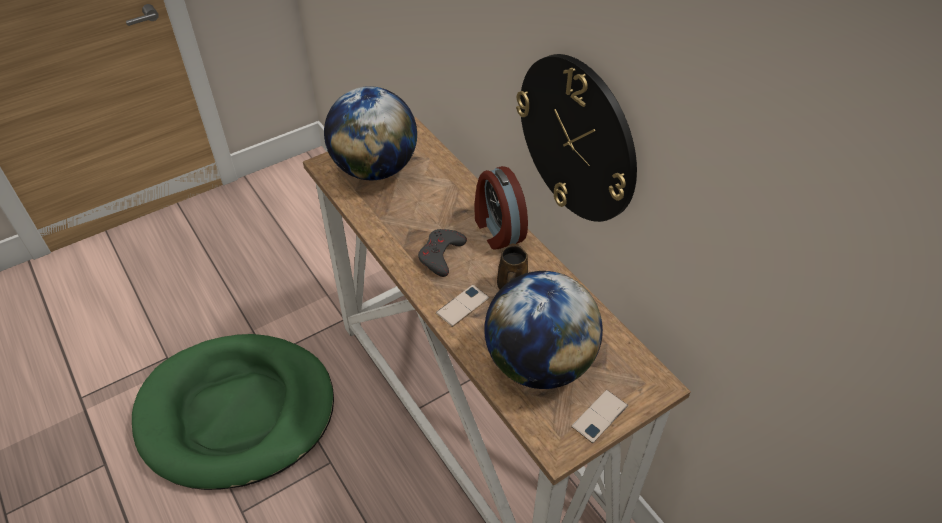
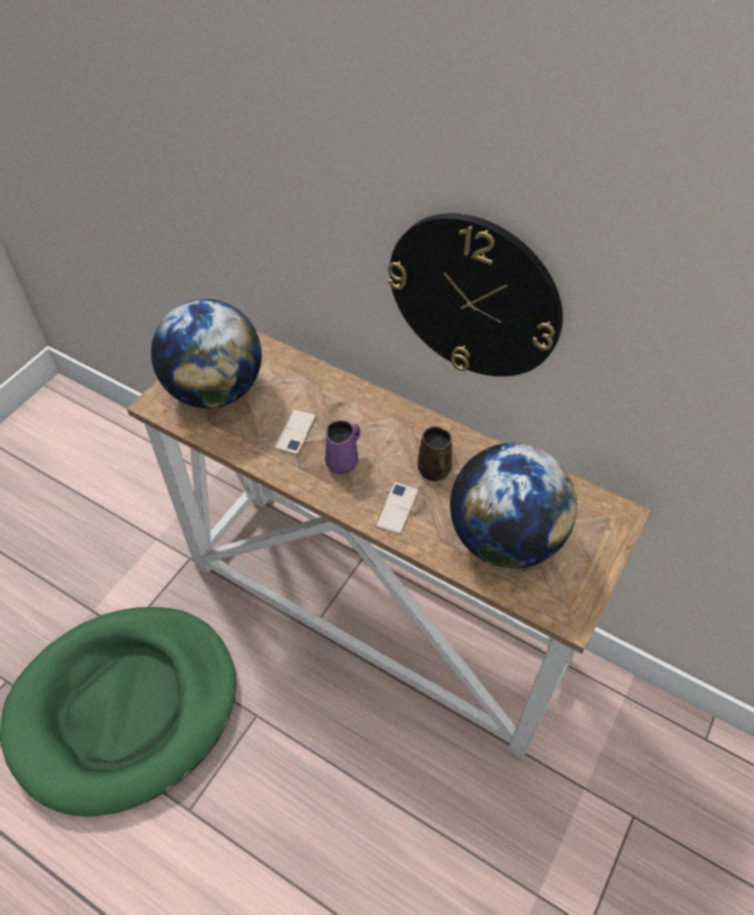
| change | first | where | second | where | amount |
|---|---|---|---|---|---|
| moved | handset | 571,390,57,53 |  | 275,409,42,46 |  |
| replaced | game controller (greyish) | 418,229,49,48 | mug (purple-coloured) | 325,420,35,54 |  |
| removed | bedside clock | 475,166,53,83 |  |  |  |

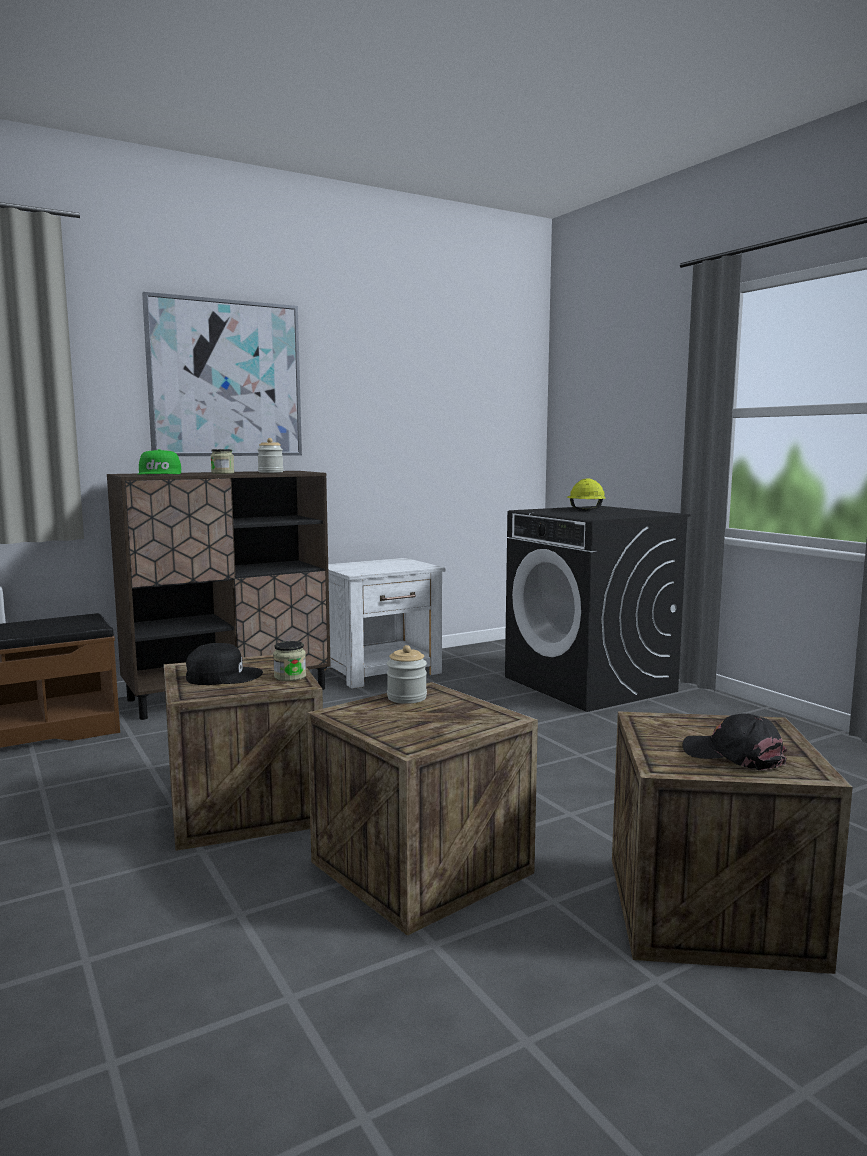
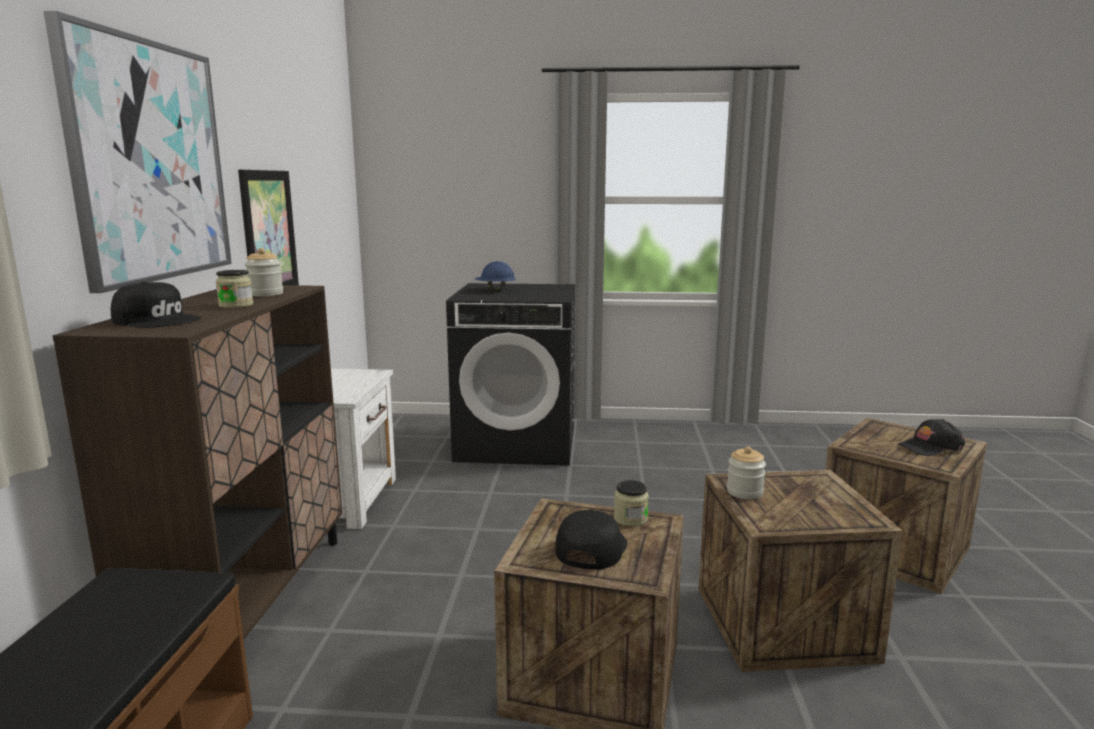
| change | first | where | second | where | amount |
|---|---|---|---|---|---|
| recoloured | baseball cap (green-coloured) | 138,449,43,26 | baseball cap (blackish) | 111,282,90,46 |  |
| added |  |  | wall art | 238,170,61,115 |  |
| recoloured | hard hat (yellowish) | 567,478,39,32 | hard hat (blue) | 475,261,41,30 |  |

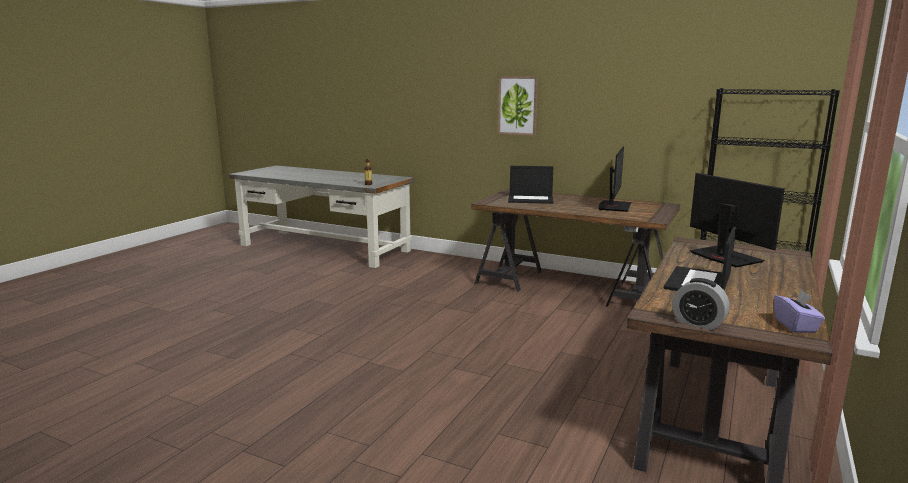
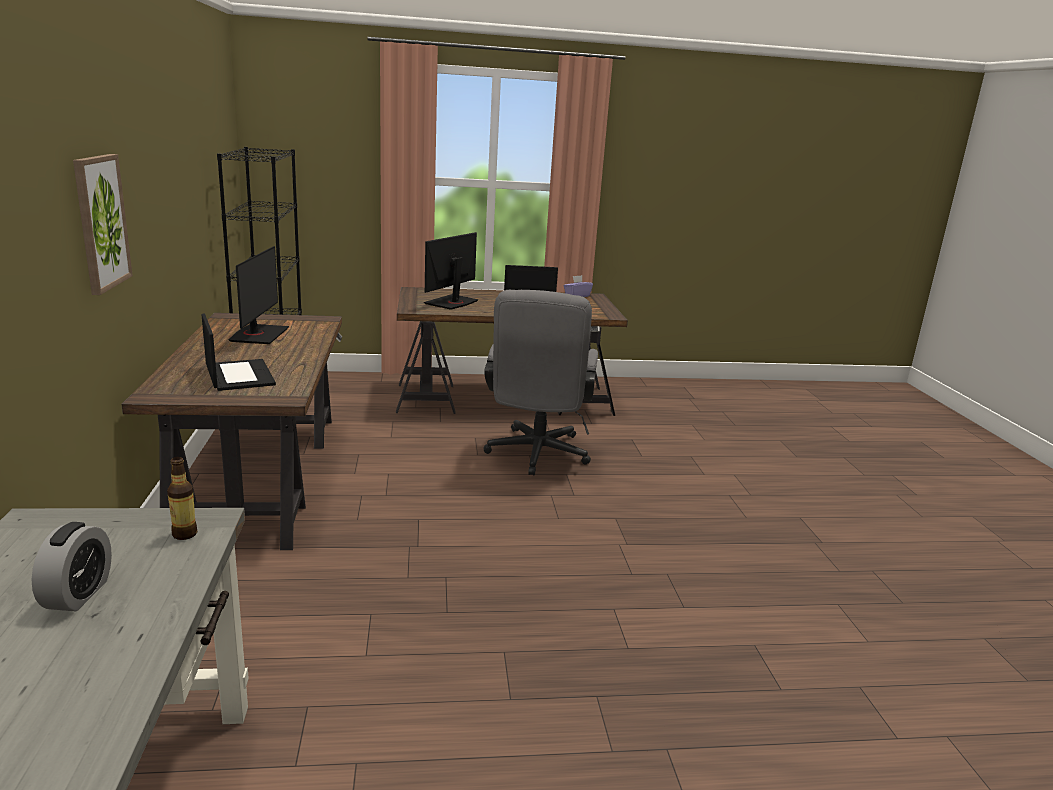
| change | first | where | second | where | amount |
|---|---|---|---|---|---|
| moved | bedside clock | 672,278,58,52 |  | 32,522,80,89 |  |
| turned | monitor | 598,146,33,66 |  | 229,246,60,98 | 105 degrees clockwise |
| added |  |  | office chair (greyish) | 483,290,115,185 |  |

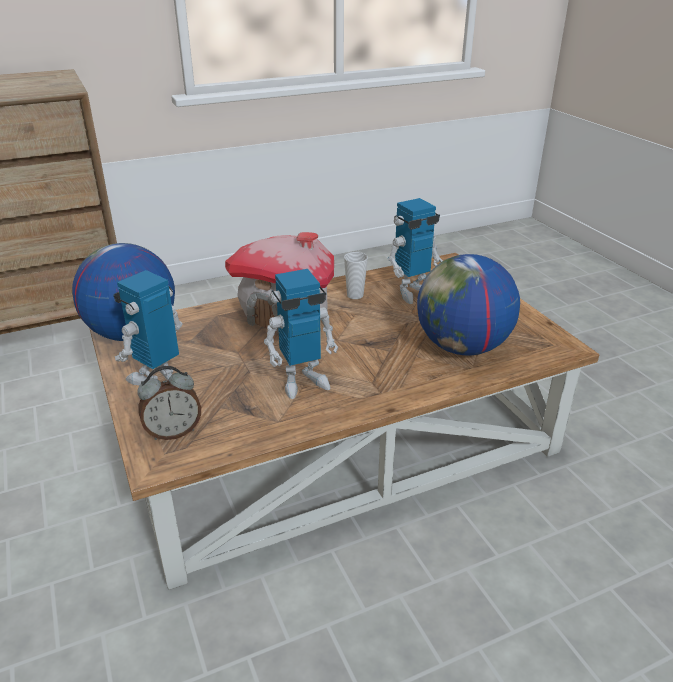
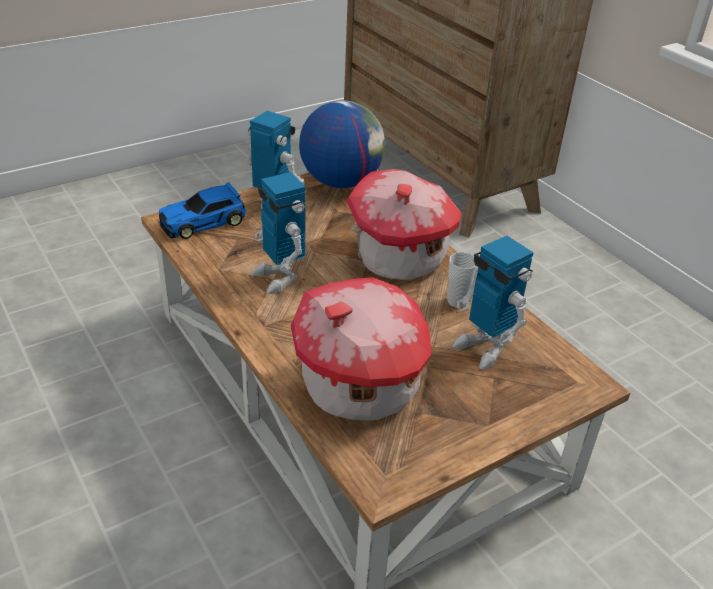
| change | first | where | second | where | amount |
|---|---|---|---|---|---|
| replaced | bedside clock | 137,366,64,74 | miniature car | 159,182,87,57 |  |
| replaced | globe | 417,254,103,101 | miniature house | 291,277,141,143 |  |

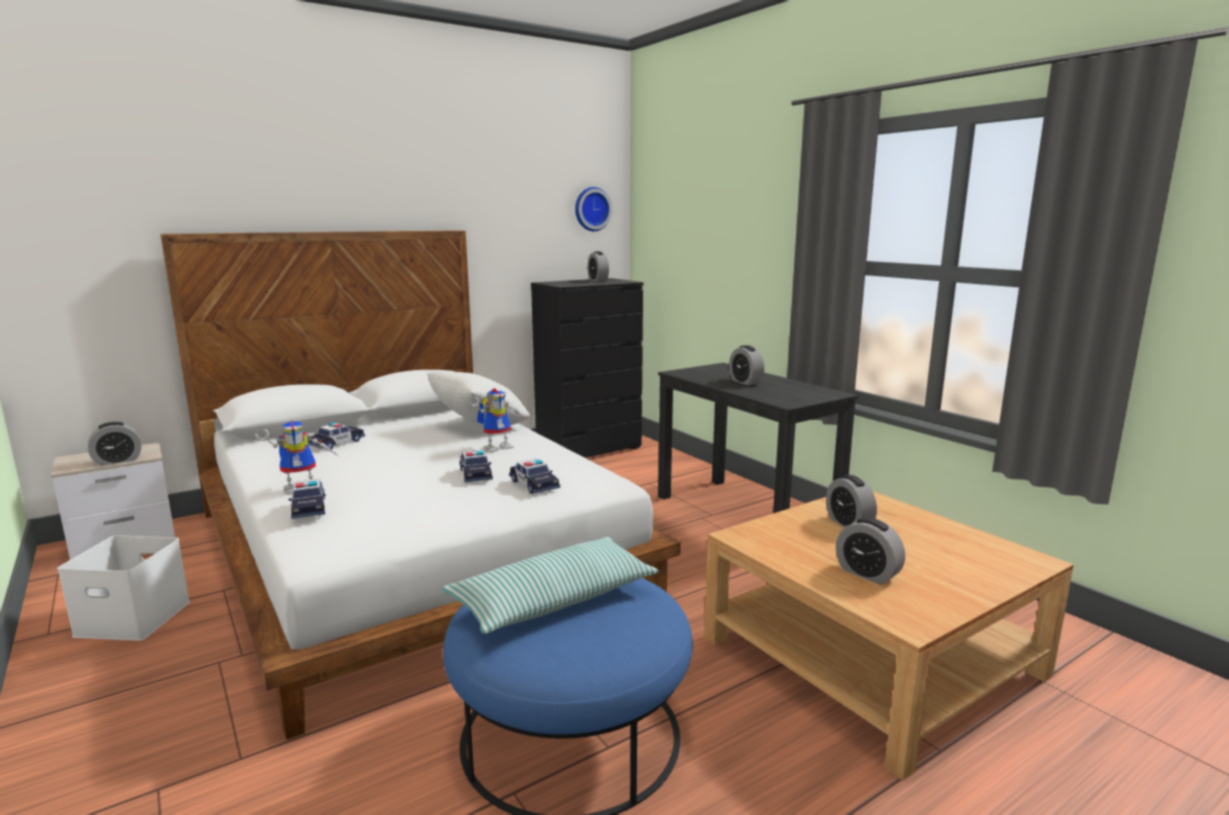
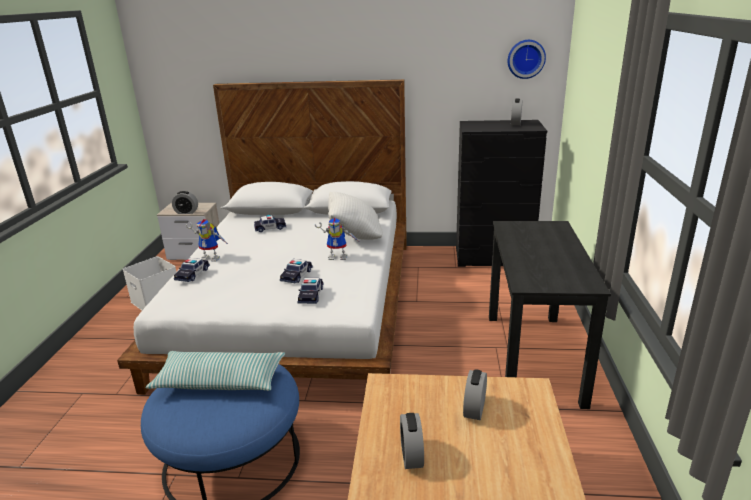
| change | first | where | second | where | amount |
|---|---|---|---|---|---|
| removed | bedside clock | 729,345,35,40 |  |  |  |

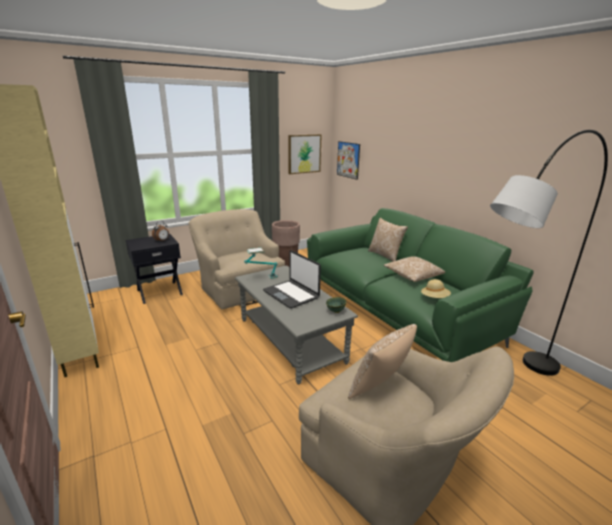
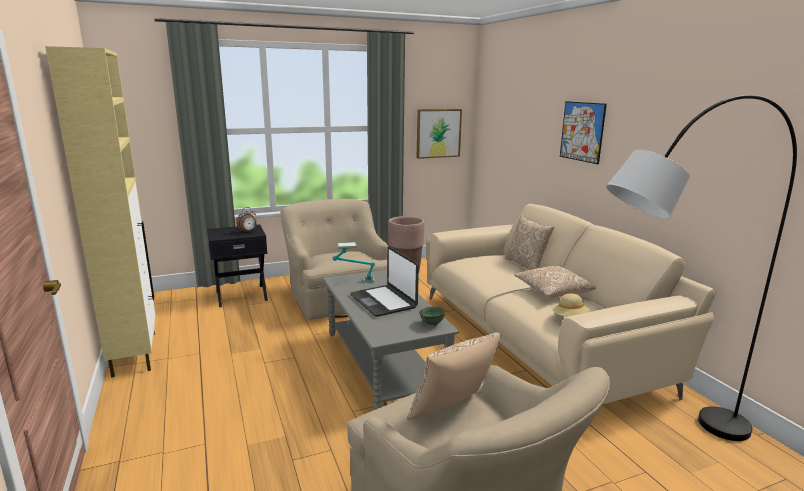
| change | first | where | second | where | amount |
|---|---|---|---|---|---|
| recoloured | sofa (green-coloured) | 307,208,226,154 | sofa (beige-coloured) | 426,204,290,201 |  |
| moved | wall art | 337,141,23,39 |  | 560,101,47,63 |  |

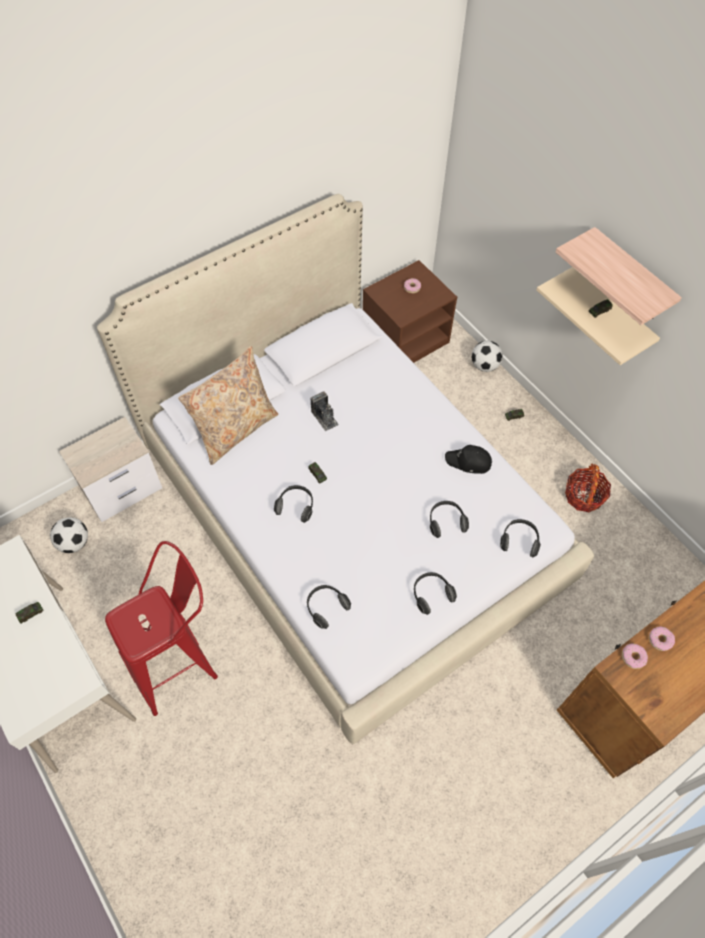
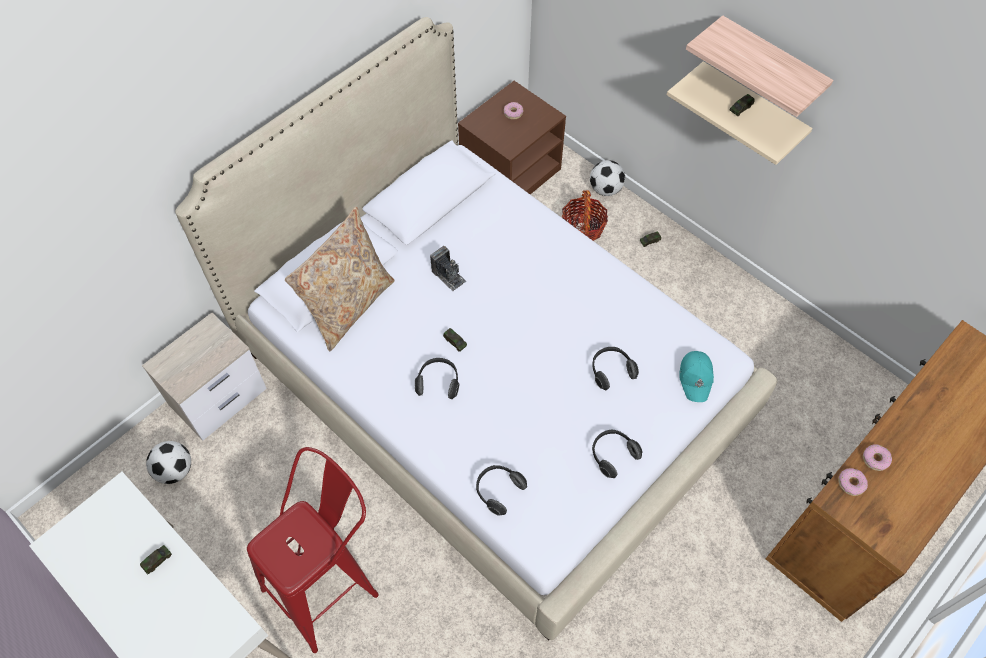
| change | first | where | second | where | amount |
|---|---|---|---|---|---|
| moved | basket | 565,463,46,49 |  | 562,190,46,51 |  |
| replaced | headset | 500,519,41,38 | baseball cap (blue-green) | 679,351,35,51 |  |
| removed | baseball cap (blackish) | 445,445,47,29 |  |  |  |

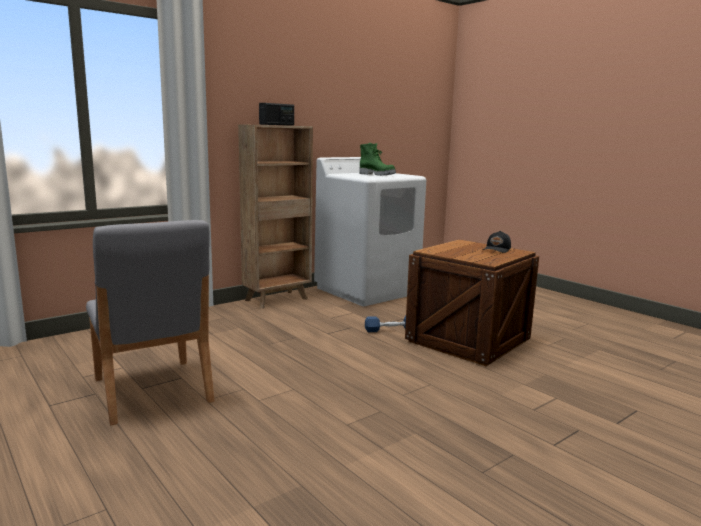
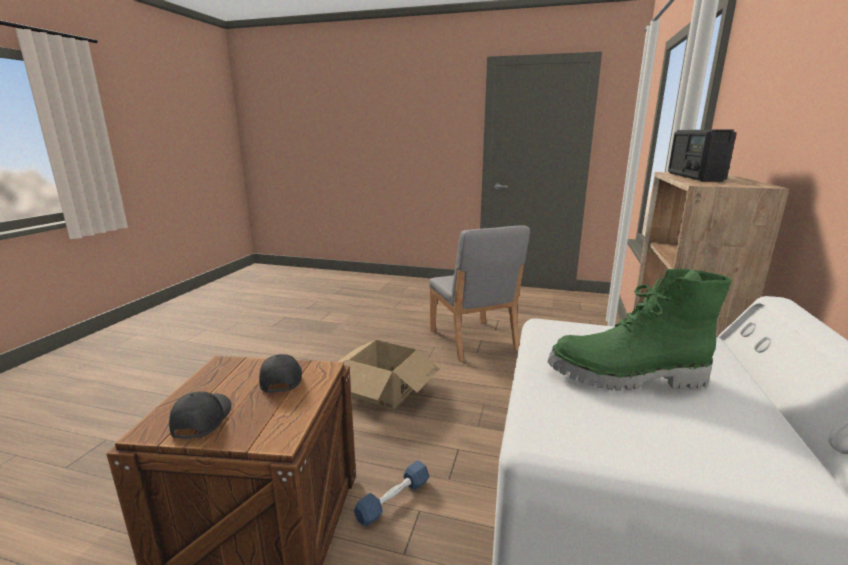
| change | first | where | second | where | amount |
|---|---|---|---|---|---|
| added |  |  | baseball cap (blackish) | 259,354,43,39 |  |
| added |  |  | carton | 337,340,103,69 |  |
| turned | chair (greyish) | 86,220,128,205 |  | 429,226,101,136 | 135 degrees counterclockwise |

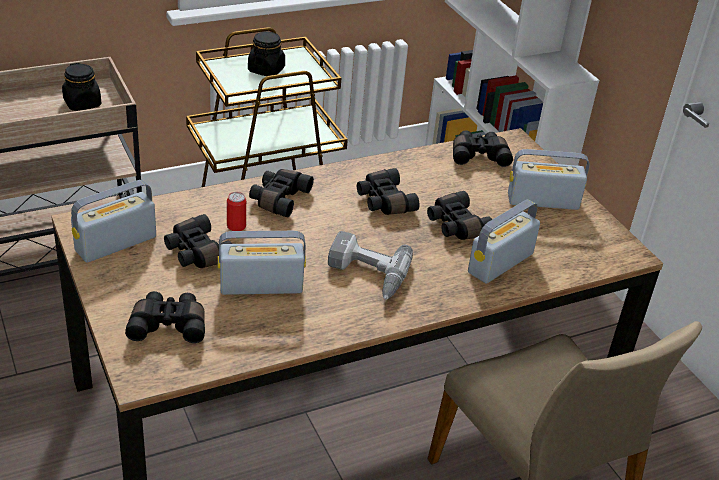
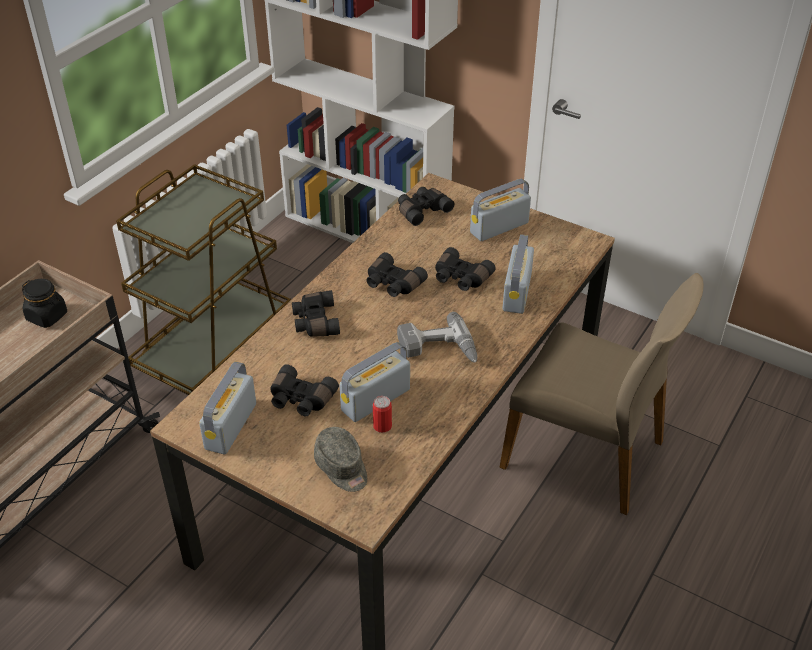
| change | first | where | second | where | amount |
|---|---|---|---|---|---|
| replaced | field glasses (blackish) | 125,291,80,52 | baseball cap (greyish) | 314,427,53,65 |  |
| moved | can | 227,192,19,39 |  | 373,396,19,37 |  |
| removed | preserve jar (blackish) | 248,32,37,44 |  |  |  |

